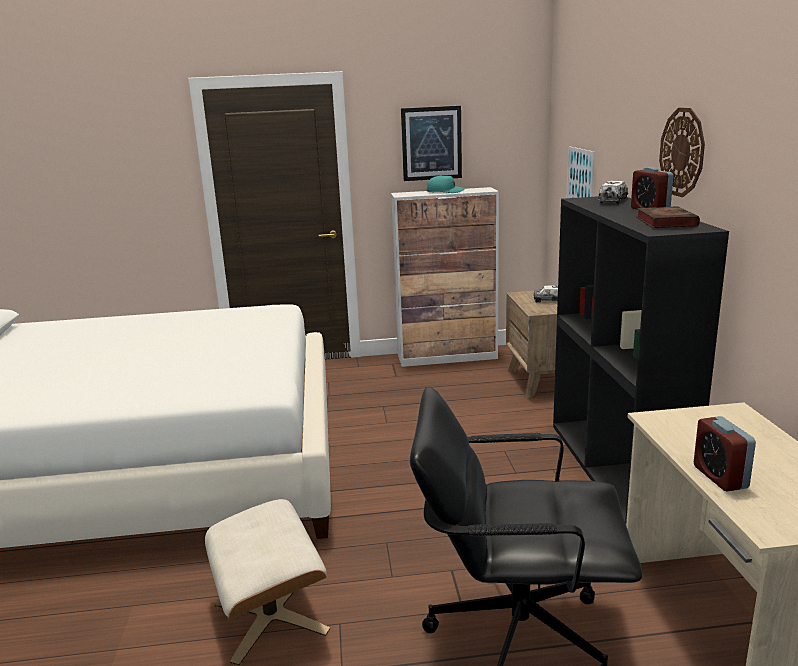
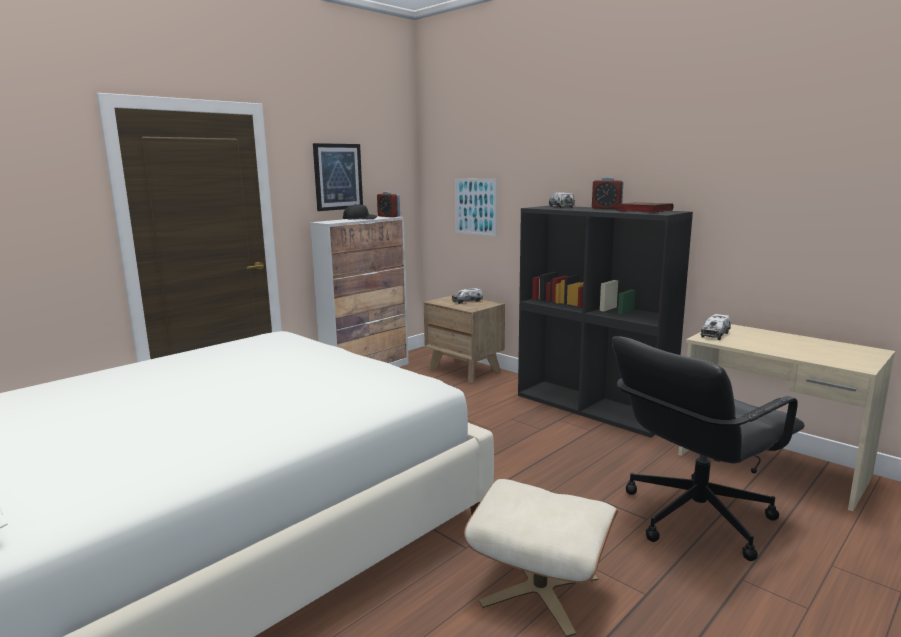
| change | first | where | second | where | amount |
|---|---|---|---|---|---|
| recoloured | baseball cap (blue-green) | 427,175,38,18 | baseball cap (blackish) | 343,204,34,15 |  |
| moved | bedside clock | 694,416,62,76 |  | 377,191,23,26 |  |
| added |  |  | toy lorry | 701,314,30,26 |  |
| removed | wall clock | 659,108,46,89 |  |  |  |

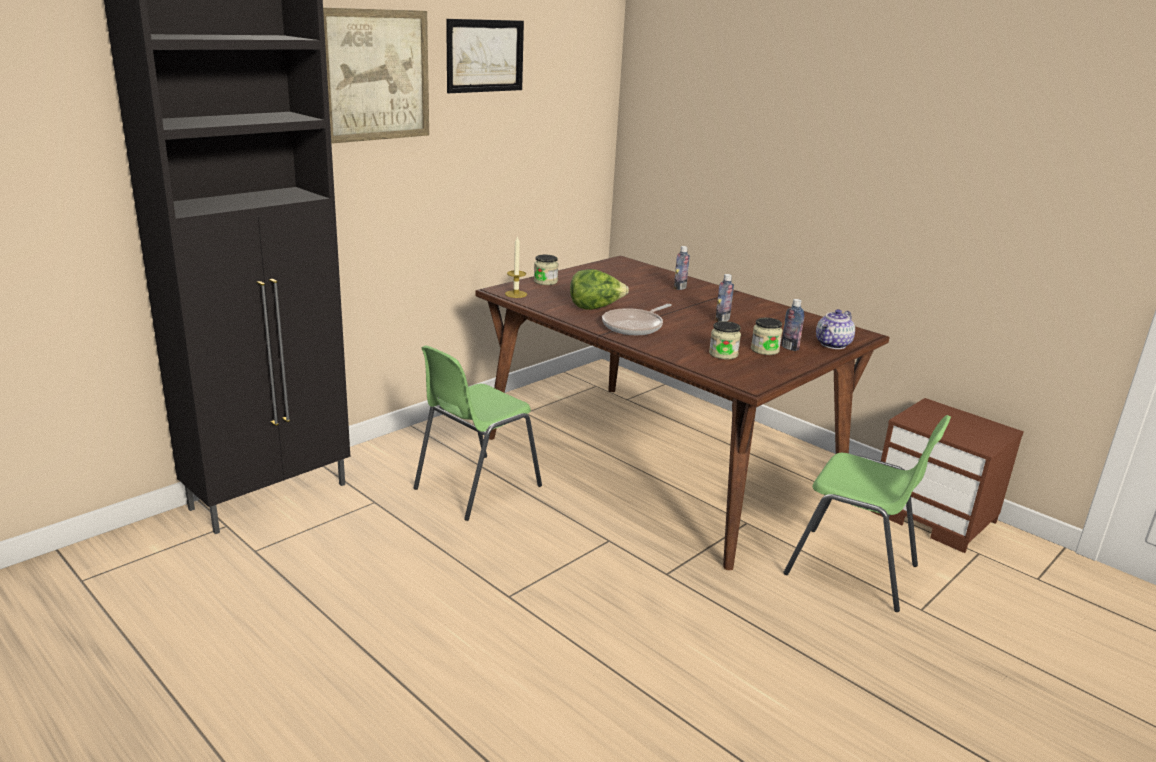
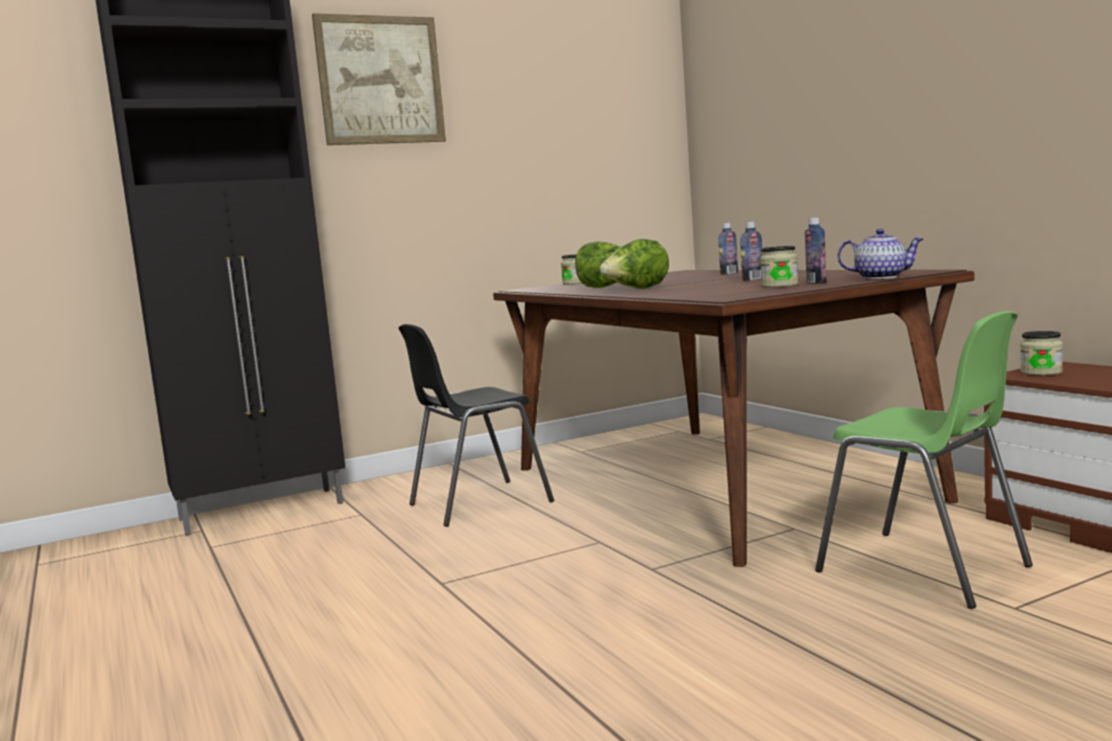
| change | first | where | second | where | amount |
|---|---|---|---|---|---|
| recoloured | chair (green-coloured) | 414,345,128,176 | chair (blackish) | 398,324,156,203 |  |
| replaced | pan | 602,304,70,31 | head of lettuce | 600,239,69,50 |  |
| turned | teapot | 816,309,39,40 |  | 837,229,86,50 | 135 degrees counterclockwise |
| moved | preserve jar | 709,321,32,39 |  | 1020,331,43,45 |  |
| removed | wall art | 446,19,78,74 |  |  |  |
| removed | wax candle | 505,235,22,63 |  |  |  |

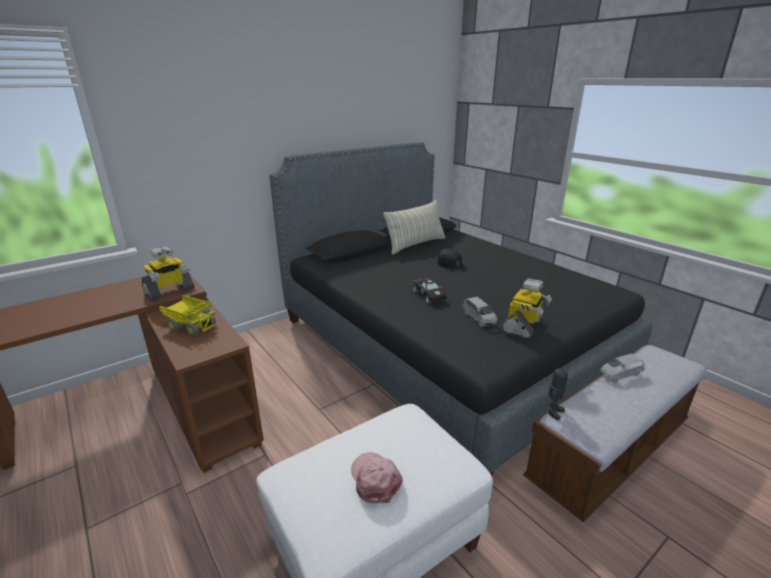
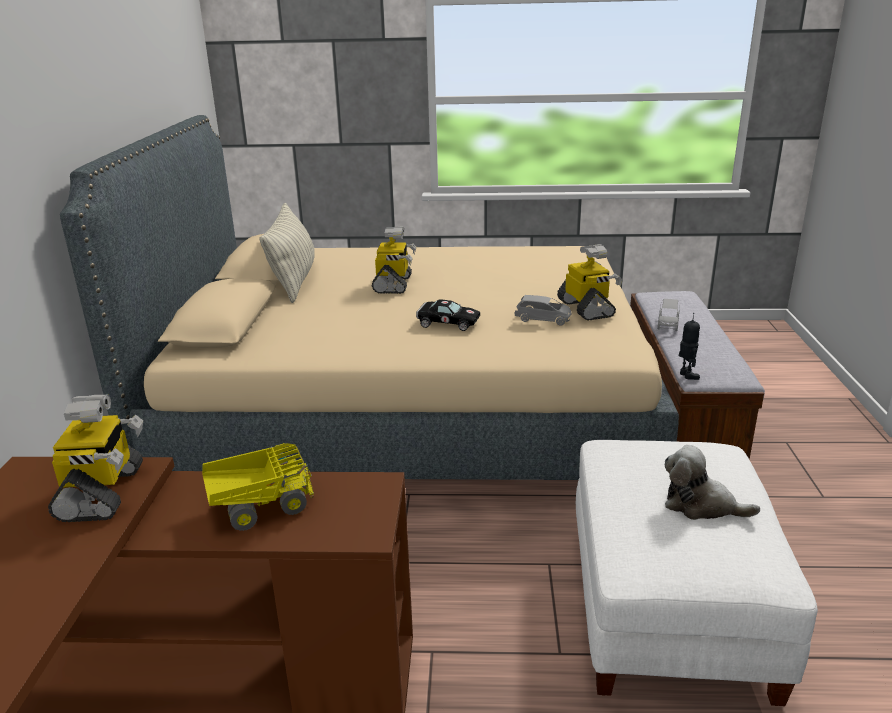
| change | first | where | second | where | amount |
|---|---|---|---|---|---|
| recoloured | sleeping bed (blackish) | 269,142,384,334 | sleeping bed (beige-coloured) | 60,115,619,365 |  |
| replaced | baseball cap (blackish) | 437,249,31,22 | robot figure | 372,227,45,67 |  |
| replaced | baseball cap (pinkish) | 351,452,52,52 | plush toy | 665,445,95,75 |  |

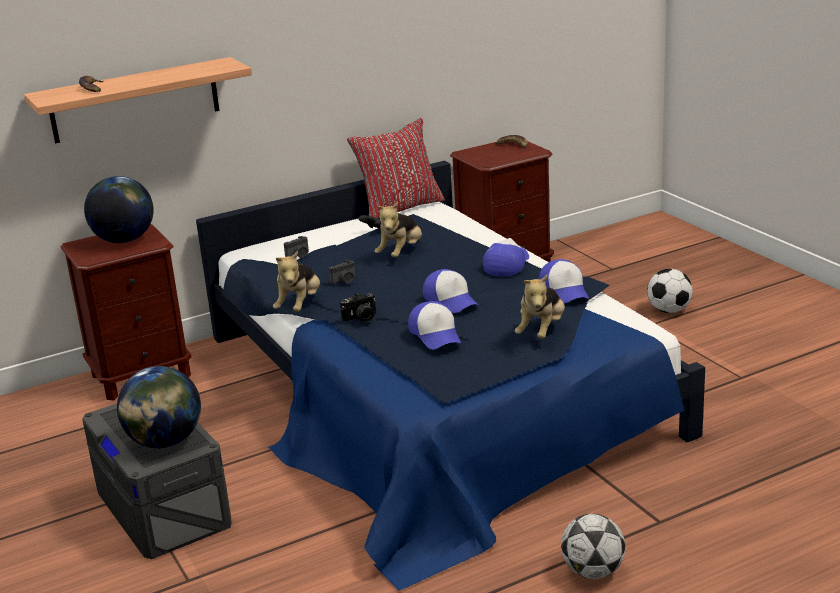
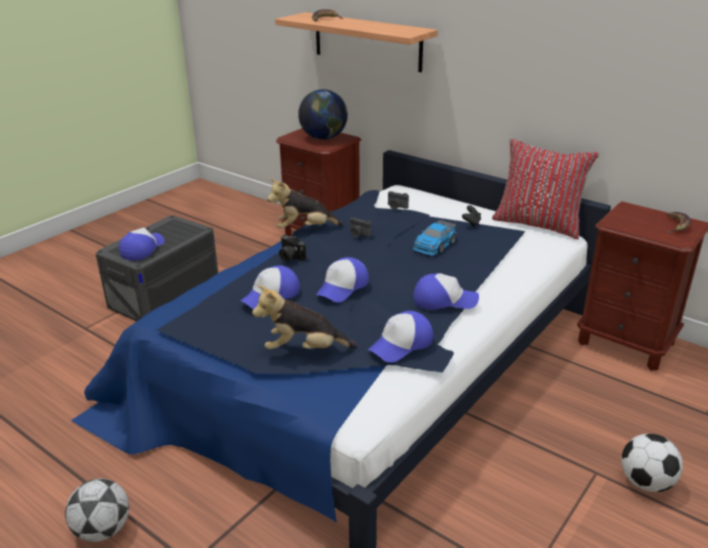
| change | first | where | second | where | amount |
|---|---|---|---|---|---|
| replaced | globe | 117,366,84,82 | baseball cap | 119,227,45,34 |  |
| replaced | plush toy | 374,202,48,56 | miniature car | 413,220,43,35 |  |

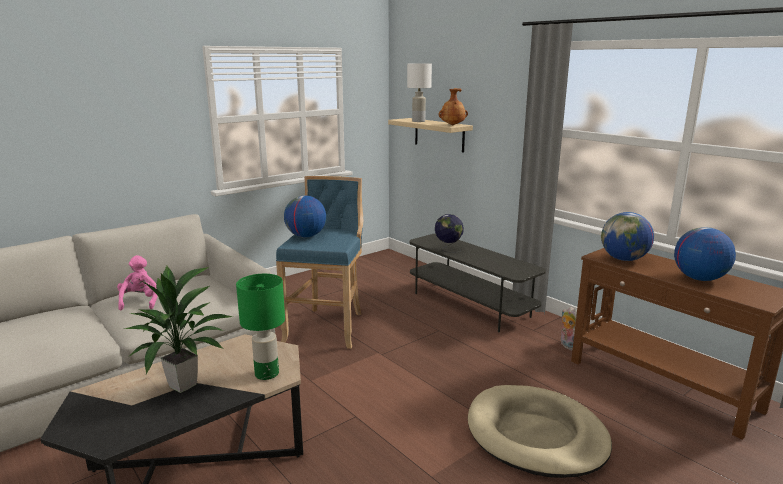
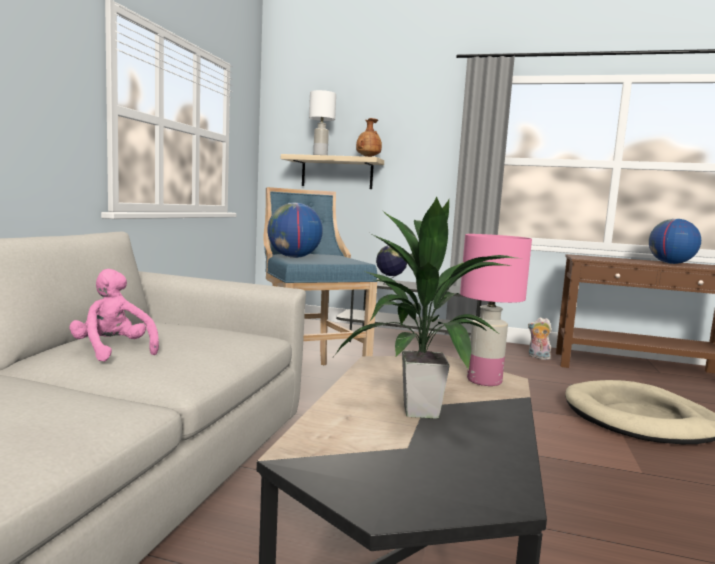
| change | first | where | second | where | amount |
|---|---|---|---|---|---|
| recoloured | lamp for a table (green-coloured) | 236,274,49,106 | lamp for a table (pinkish) | 460,234,72,152 |  |
| removed | globe | 601,212,53,49 |  |  |  |

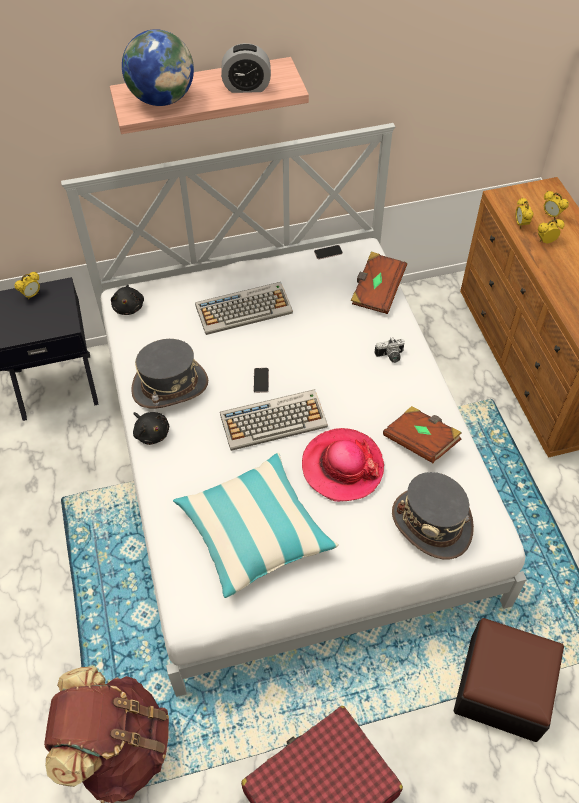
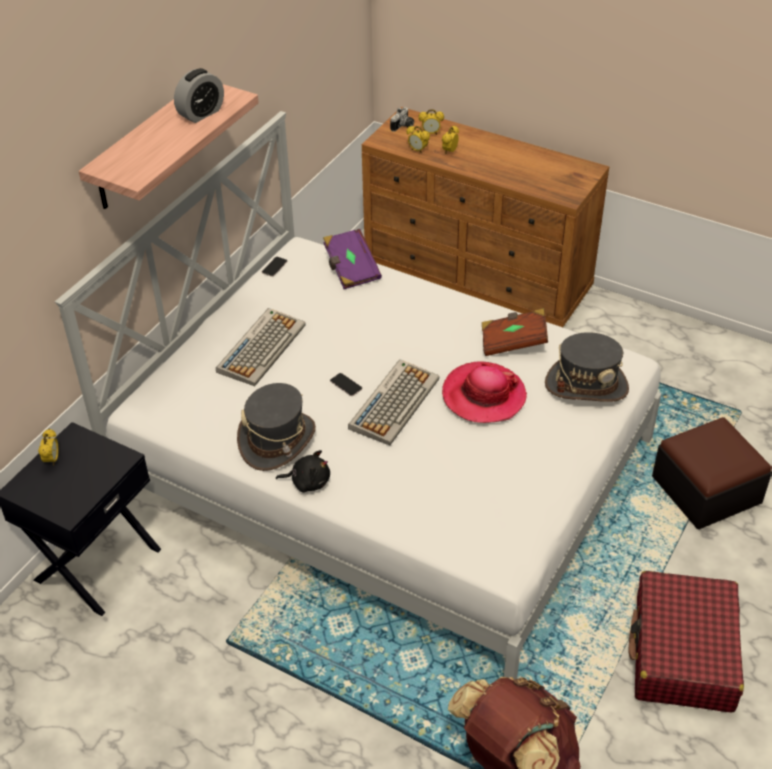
| change | first | where | second | where | amount |
|---|---|---|---|---|---|
| recoloured | book (brown-coloured) | 351,252,56,62 | book (purple-coloured) | 323,229,59,60 |  |
| moved | photo camera | 374,338,31,25 |  | 390,107,24,25 |  |
| removed | plush toy (blackish) | 111,285,33,30 |  |  |  |
| removed | globe | 122,29,72,77 |  |  |  |
| removed | pillow | 173,453,165,145 |  |  |  |

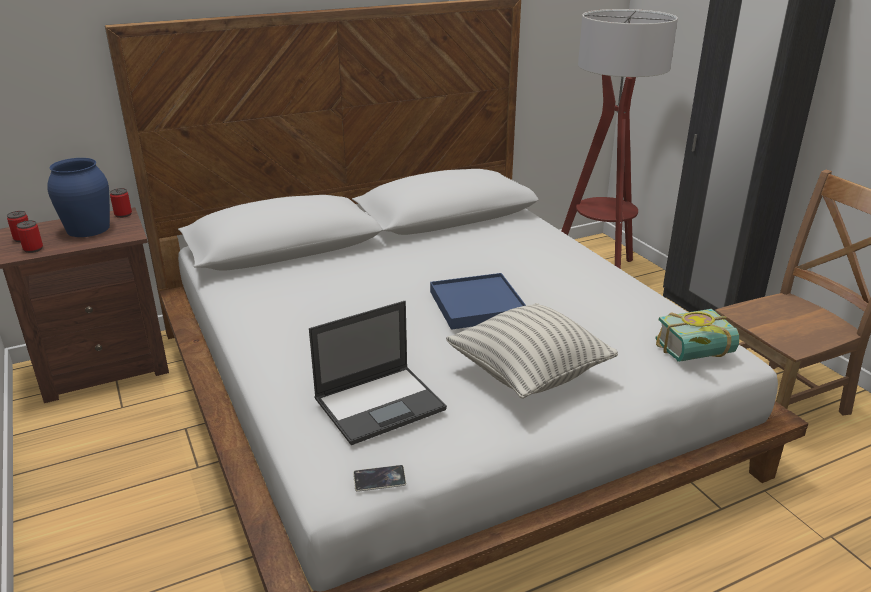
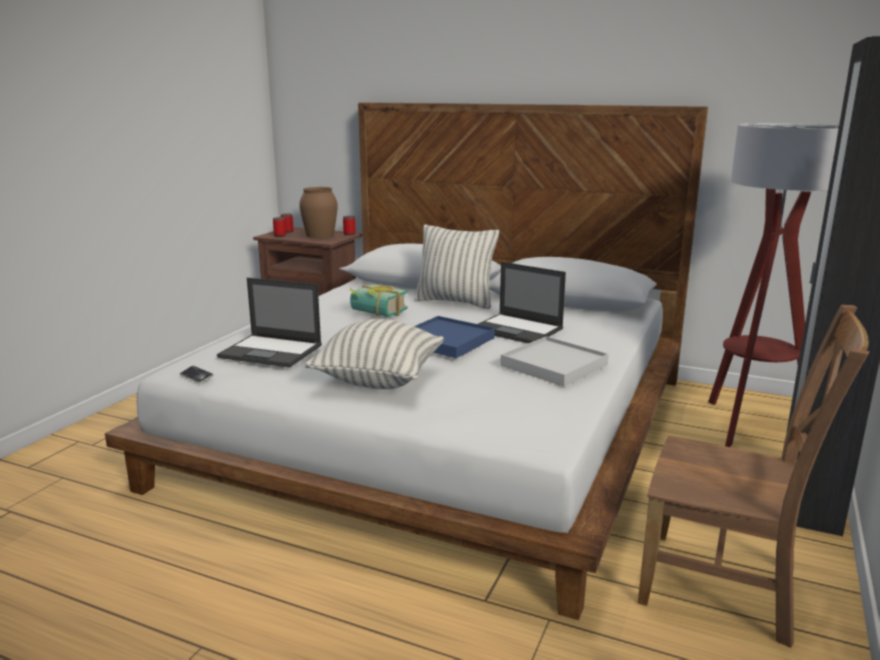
| change | first | where | second | where | amount |
|---|---|---|---|---|---|
| recoloured | decorative vase (blue) | 47,158,63,79 | decorative vase (brown-coloured) | 299,187,39,51 |  |
| moved | book | 655,309,84,53 |  | 350,284,58,33 |  |
| added |  |  | pillow | 414,225,85,84 |  |
| added |  |  | laptop | 478,262,88,81 |  |
| added |  |  | tray (white) | 500,336,109,50 |  |

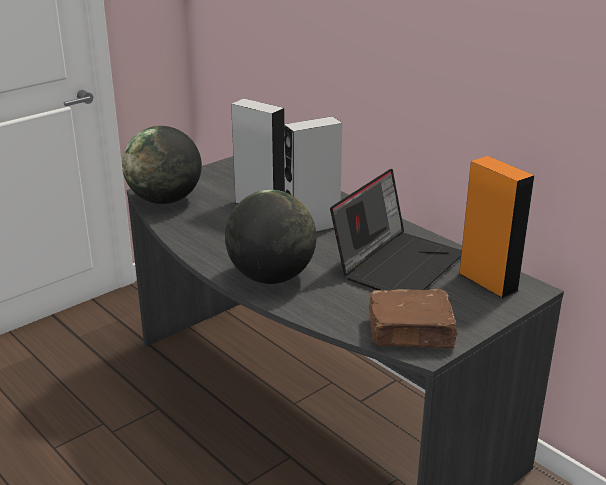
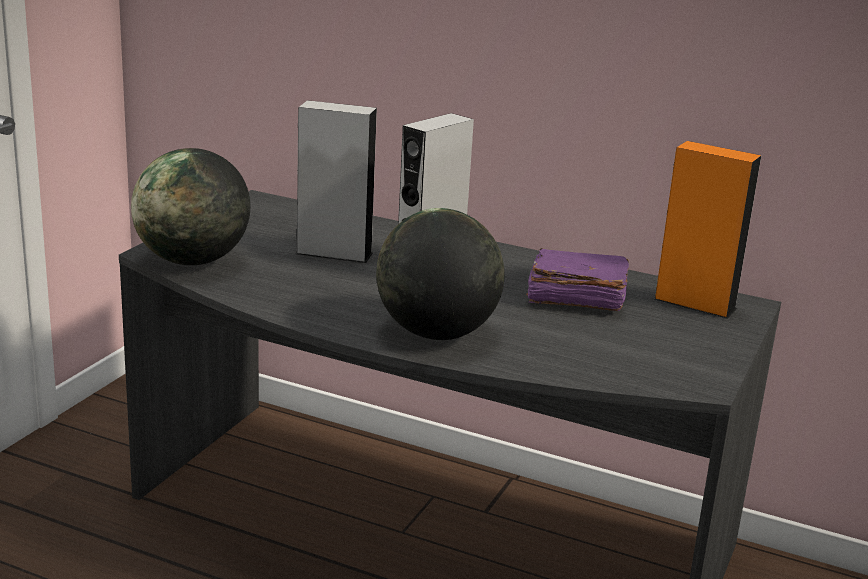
| change | first | where | second | where | amount |
|---|---|---|---|---|---|
| replaced | laptop | 330,169,132,122 | book (purple-coloured) | 526,248,103,63 |  |
| removed | book (brown-coloured) | 369,289,89,60 |  |  |  |

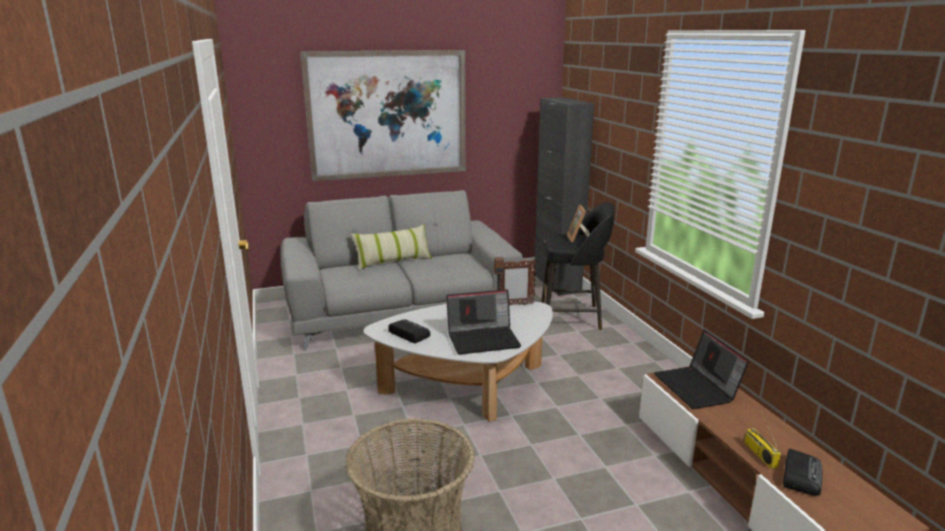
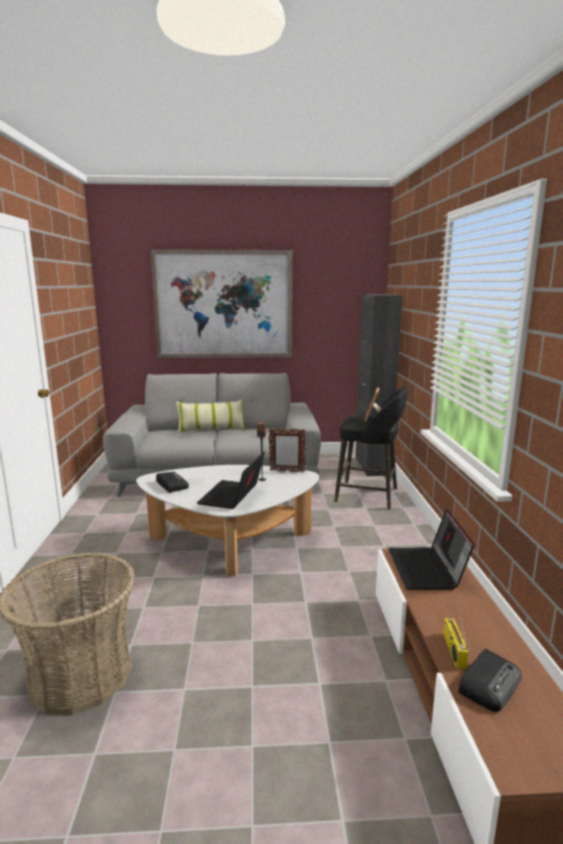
| change | first | where | second | where | amount |
|---|---|---|---|---|---|
| turned | laptop | 446,289,75,66 |  | 197,452,68,57 | 105 degrees clockwise |

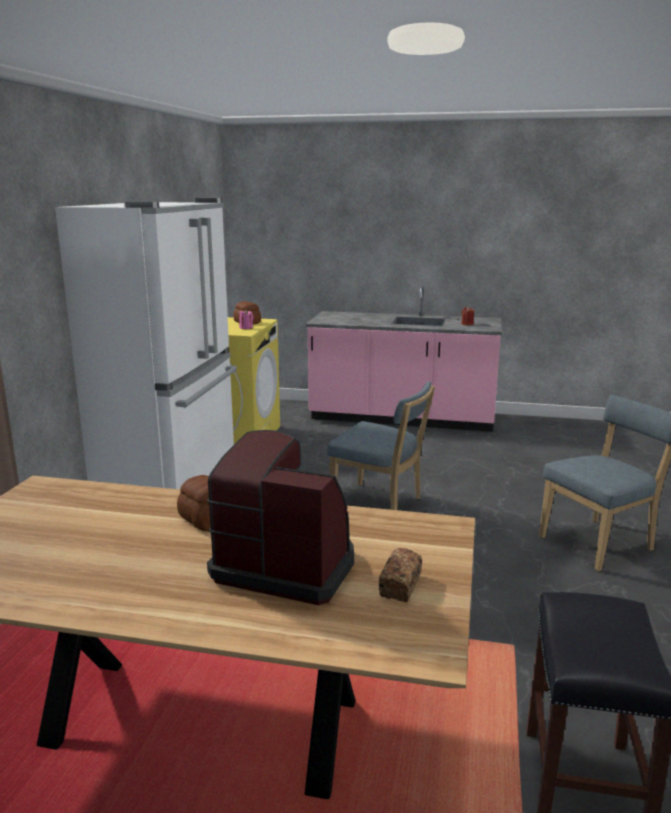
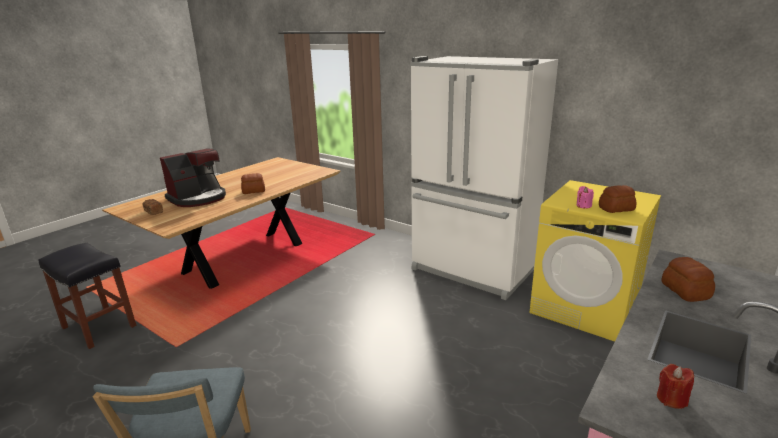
| change | first | where | second | where | amount |
|---|---|---|---|---|---|
| added |  |  | baked bread | 661,257,54,45 |  |
| removed | chair (blue) | 327,381,108,129 |  |  |  |

